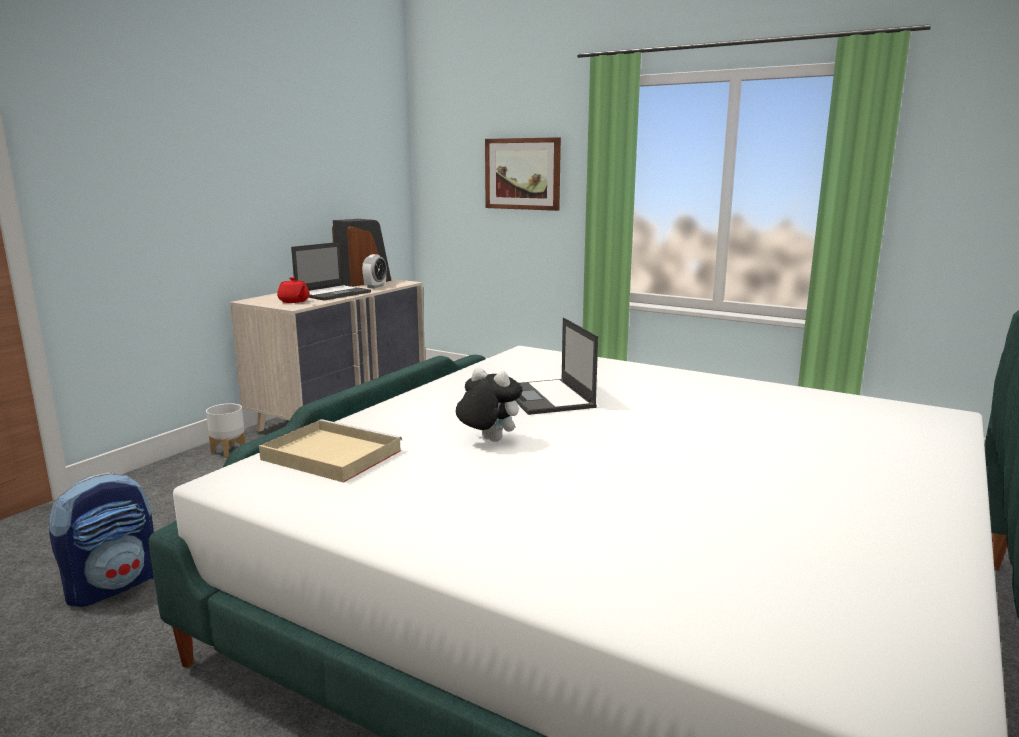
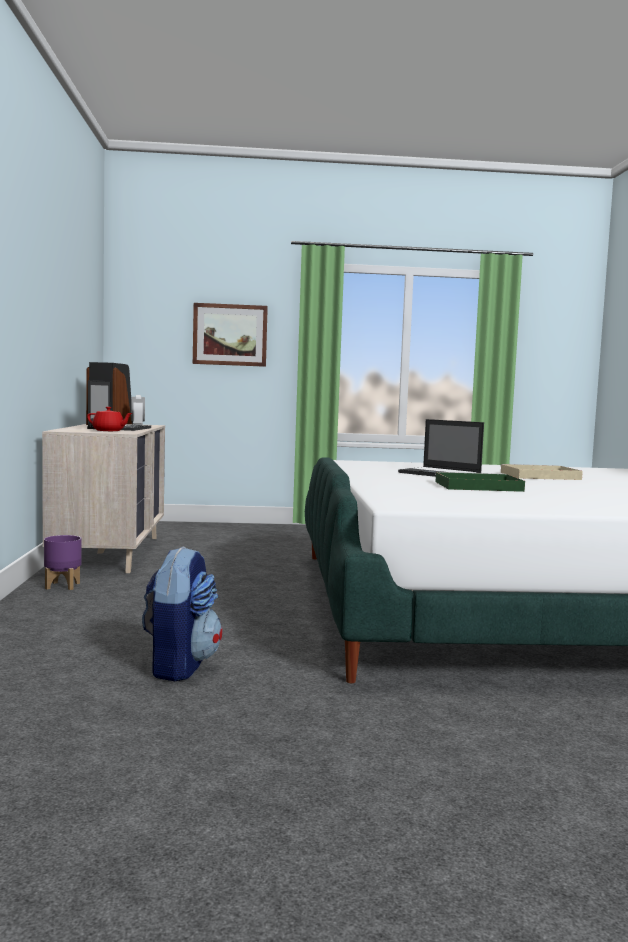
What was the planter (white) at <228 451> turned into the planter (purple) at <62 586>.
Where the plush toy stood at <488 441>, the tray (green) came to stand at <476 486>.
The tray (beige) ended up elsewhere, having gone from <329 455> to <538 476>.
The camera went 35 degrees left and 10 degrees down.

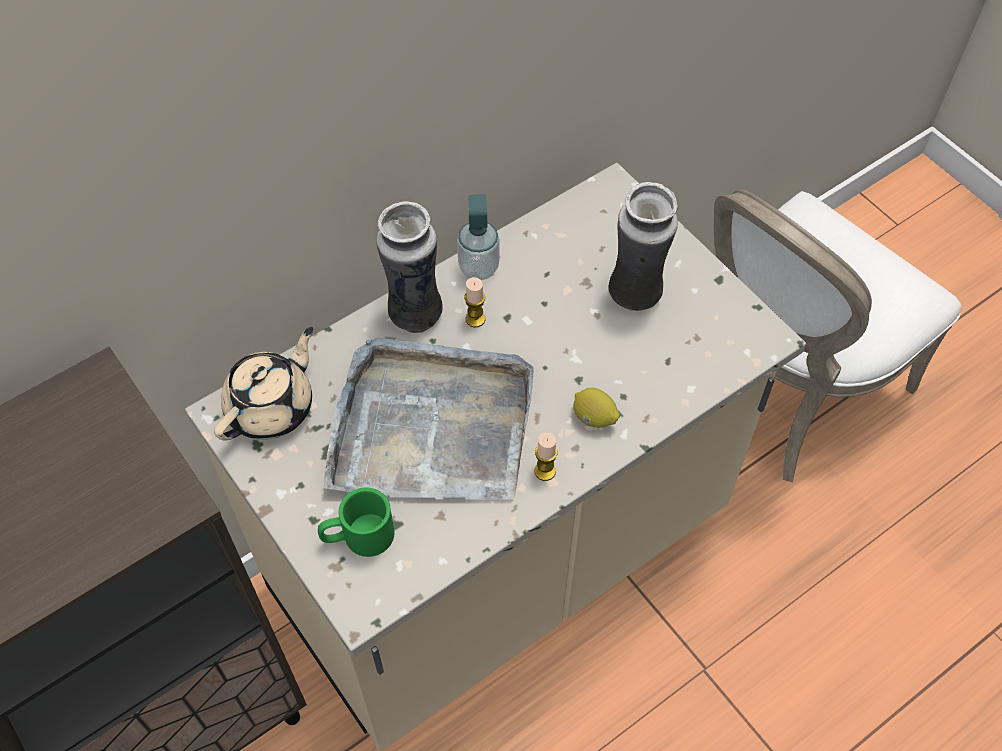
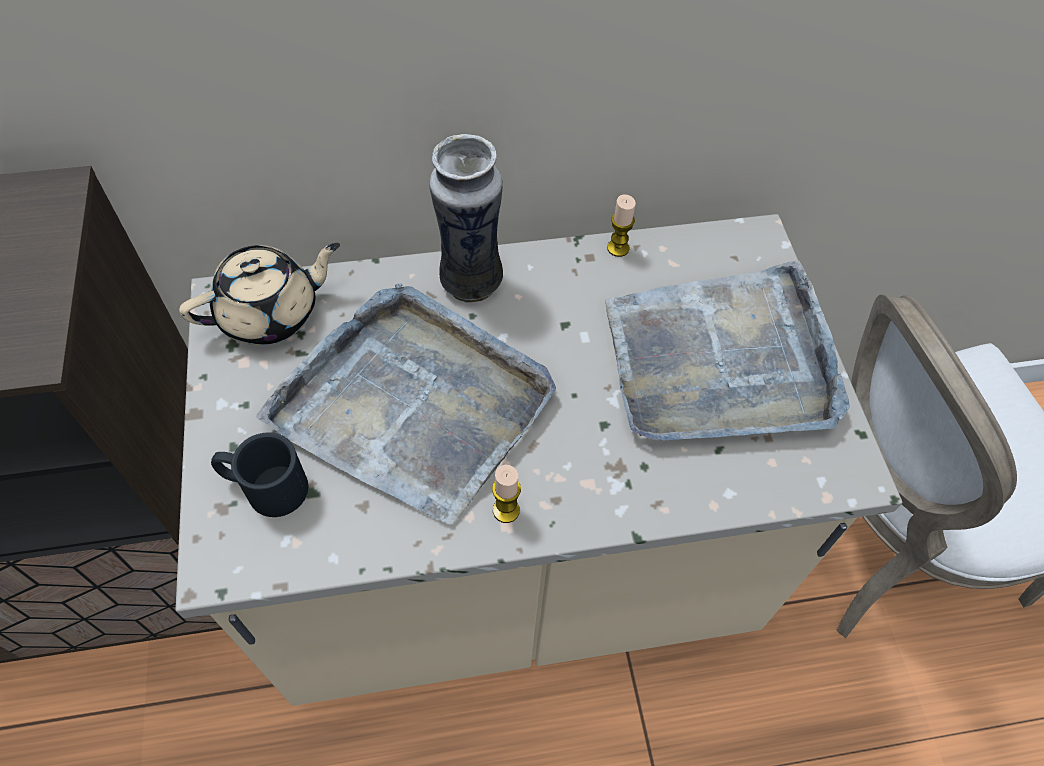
What was the mug (green) at <358 536> turned into the mug (black) at <264 487>.
Where the vase stood at <635 295>, the tray (grey) came to stand at <721 360>.
The candle ended up elsewhere, having gone from <475 319> to <618 248>.
The second view lost the soap dispenser at <478 268>.
The second view lost the lemon at <594 418>.
The camera went 25 degrees right and 0 degrees up.

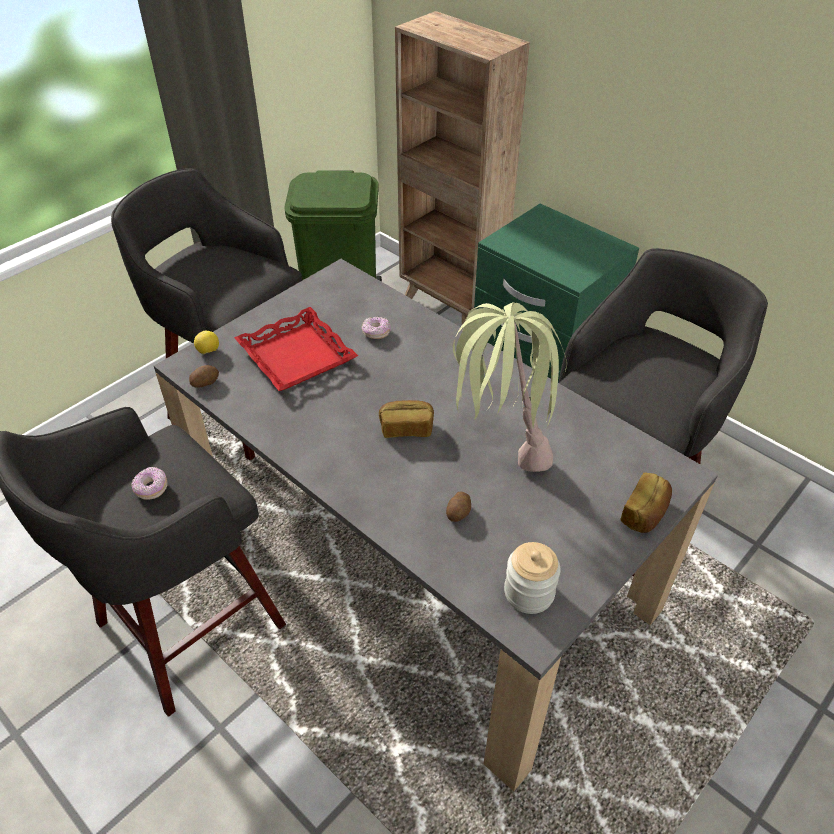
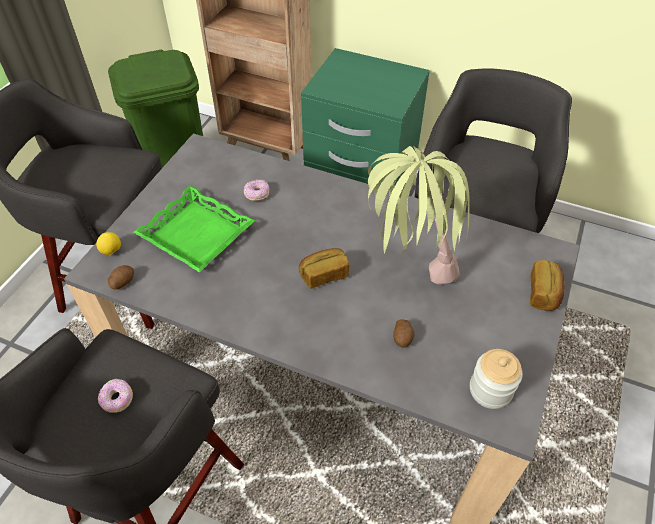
What was the tray (red) at <297 356> turned into the tray (green) at <197 233>.
The camera went 20 degrees left and 5 degrees up.

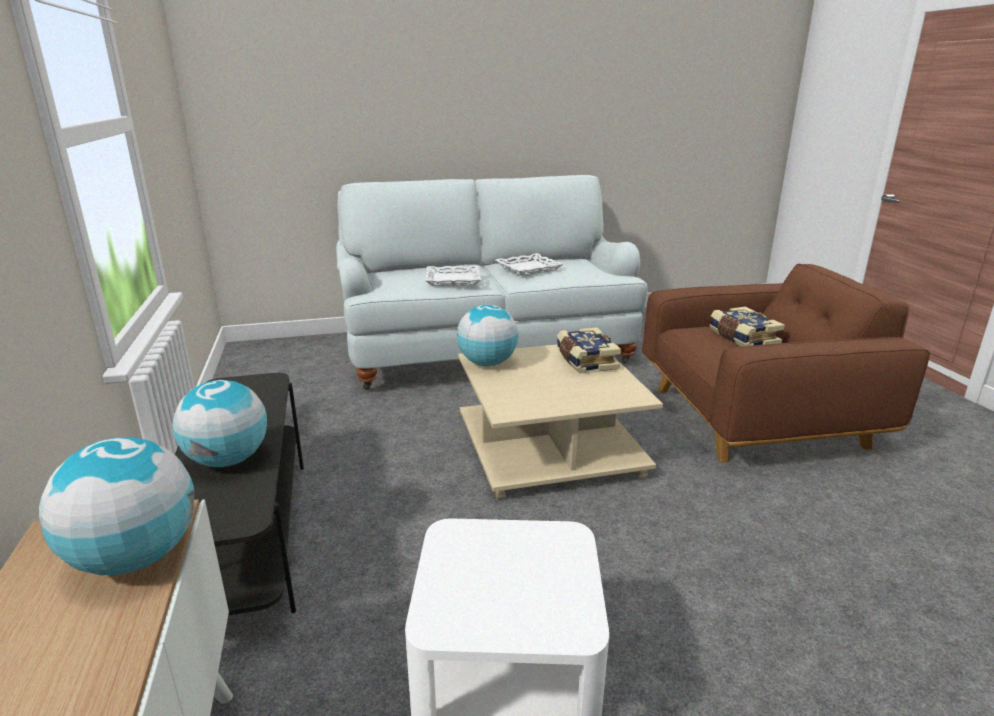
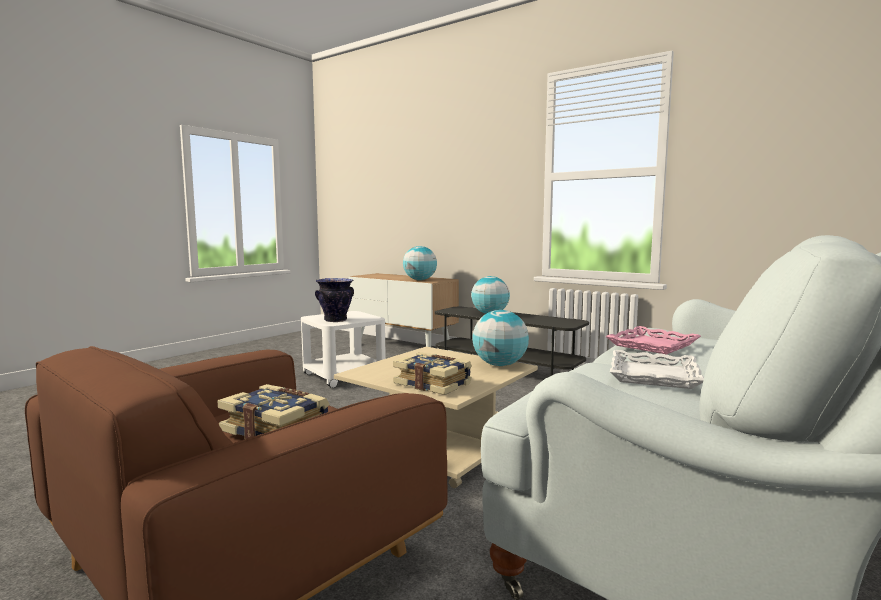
The second view gained the vase at <336 320>.
What was the tray (white) at <453 280> turned into the tray (pink) at <652 345>.
The camera went 140 degrees right and 15 degrees down.

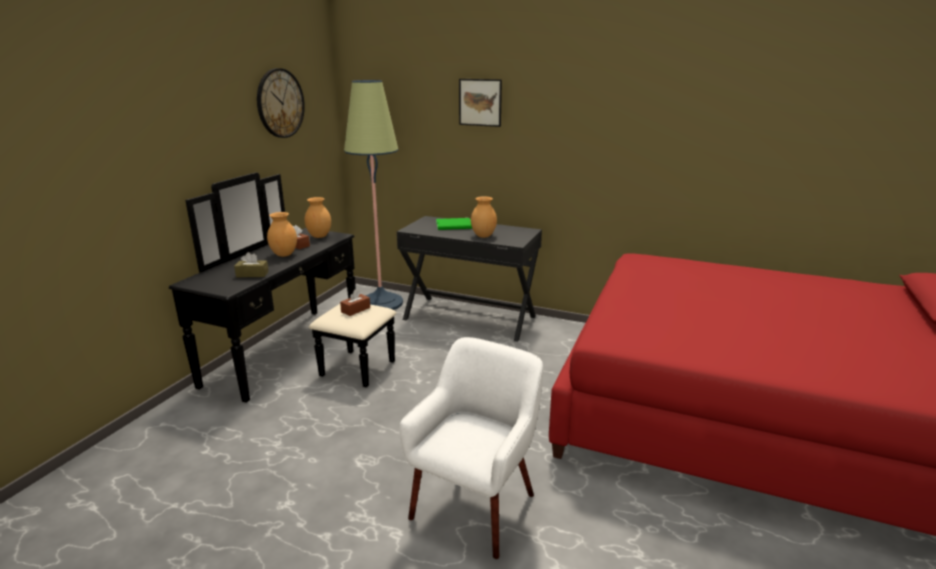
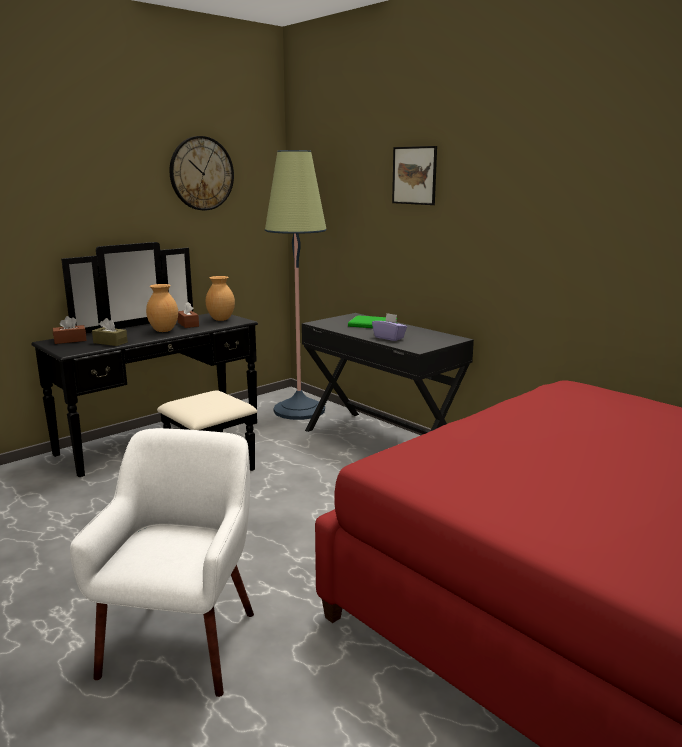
The tissue box (brown) ended up elsewhere, having gone from <355 310> to <70 340>.
The armchair (white) at <475 505> ended up facing another way, 45 degrees counterclockwise from before.
Where the vase (brown) stood at <483 236>, the tissue box (purple) came to stand at <389 338>.
The camera went 25 degrees right and 5 degrees down.

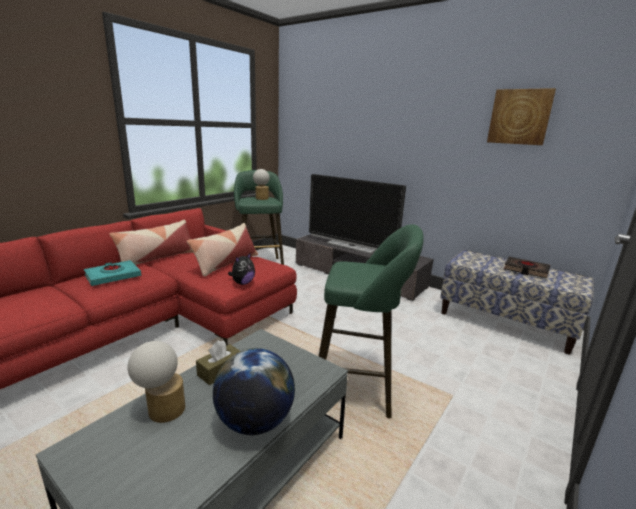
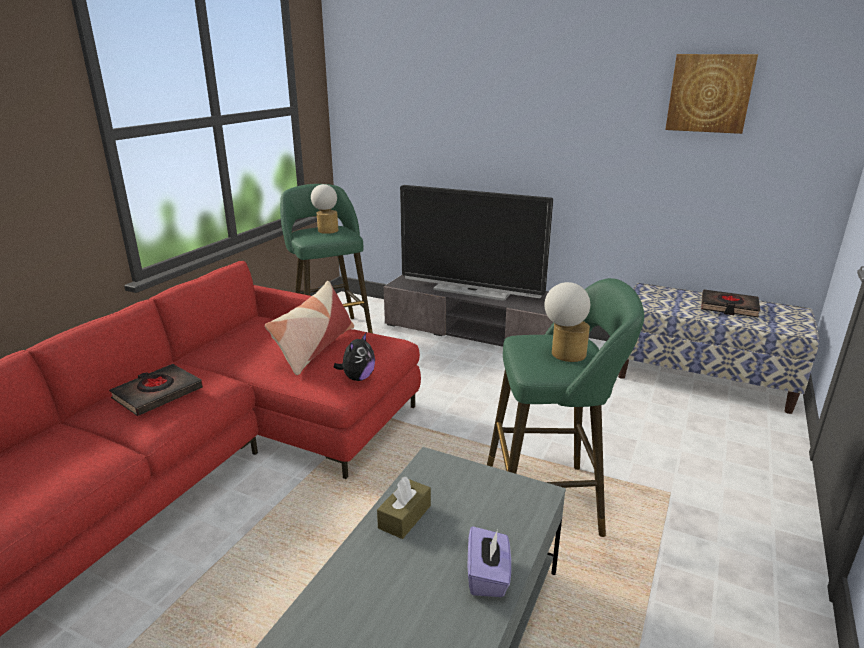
What was the book (turquoise) at <113 276> turned into the book (black) at <157 394>.
Where the globe stood at <255 422>, the tissue box (purple) came to stand at <488 576>.
The table lamp ended up elsewhere, having gone from <161 409> to <563 354>.
The second view lost the pillow at <157 258>.
The camera went 10 degrees left and 5 degrees up.

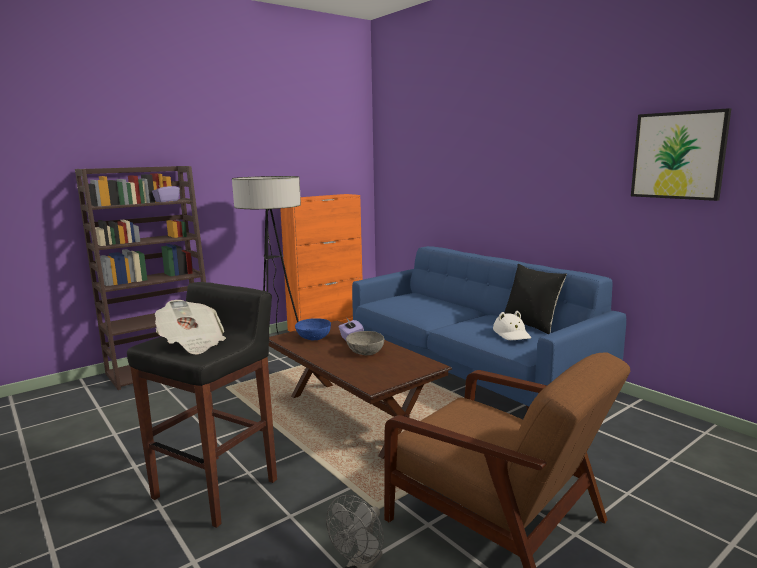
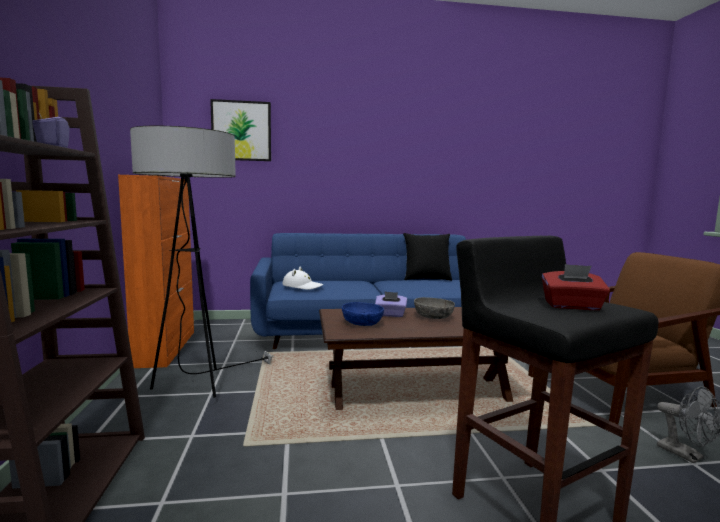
The picture ended up elsewhere, having gone from <678 155> to <241 131>.
The hat (white) ended up elsewhere, having gone from <512 334> to <302 286>.
Where the newspaper stood at <192 343>, the tissue box (red) came to stand at <572 306>.
The camera went 60 degrees left and 5 degrees down.

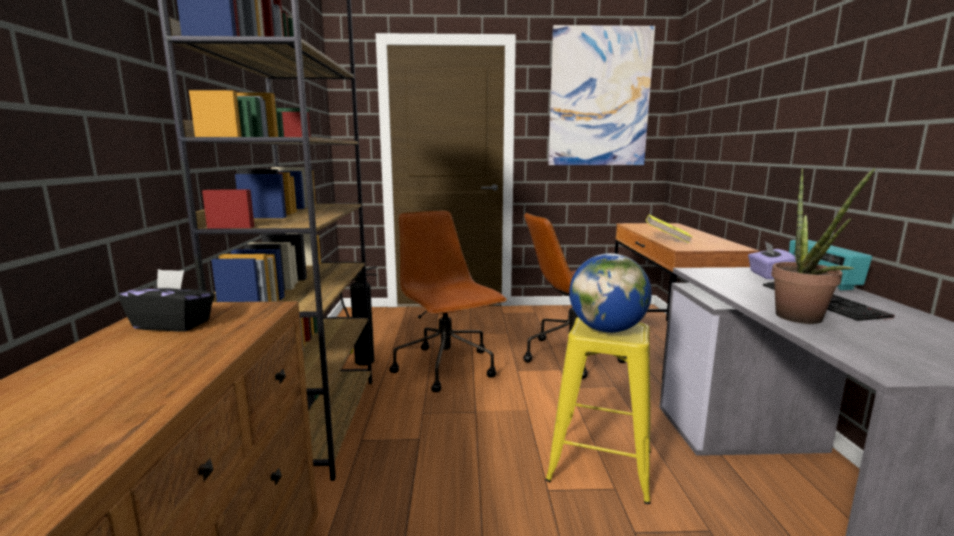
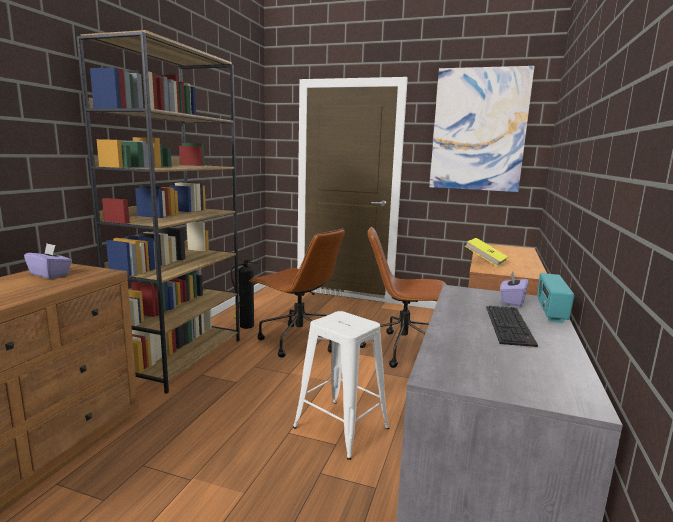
What was the tissue box (black) at <173 325> turned into the tissue box (purple) at <50 274>.
The office chair (brown) at <447 368> ended up facing another way, 135 degrees clockwise from before.
What was the stool (yellow) at <600 465> turned into the stool (white) at <341 428>.
The second view lost the globe at <607 329>.
The second view lost the potted plant at <803 320>.
The camera went 20 degrees right and 0 degrees up.

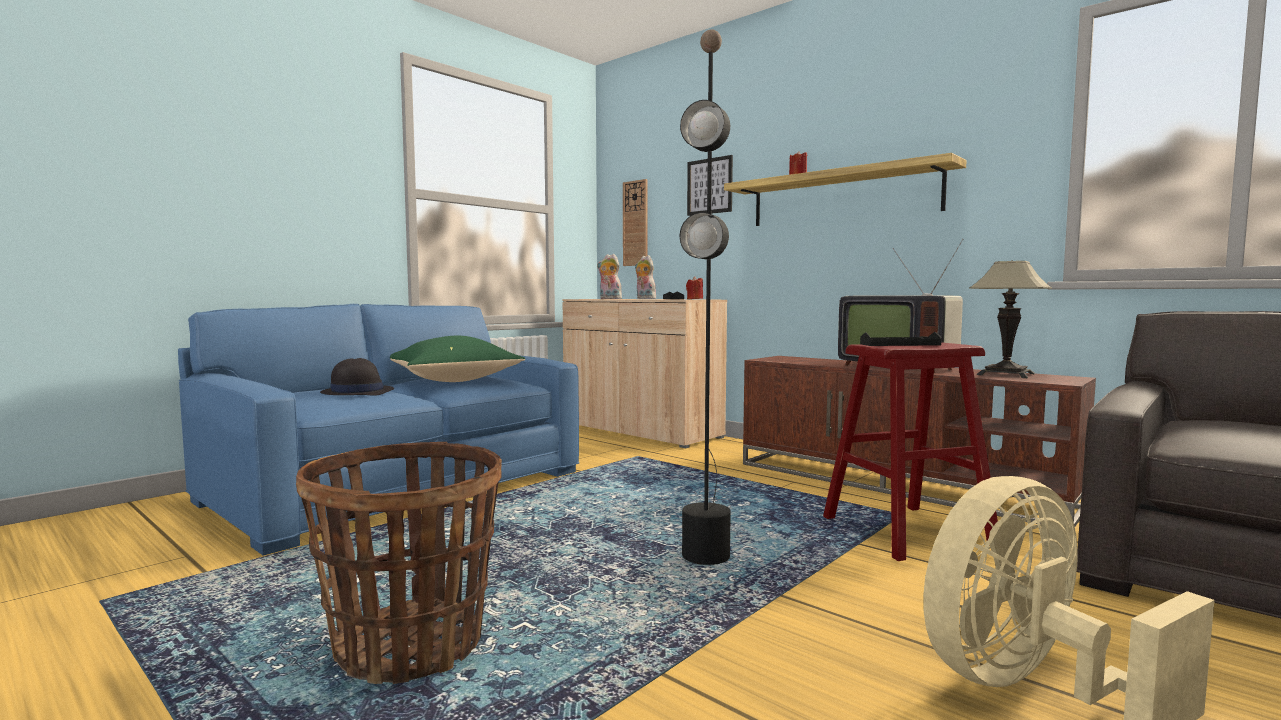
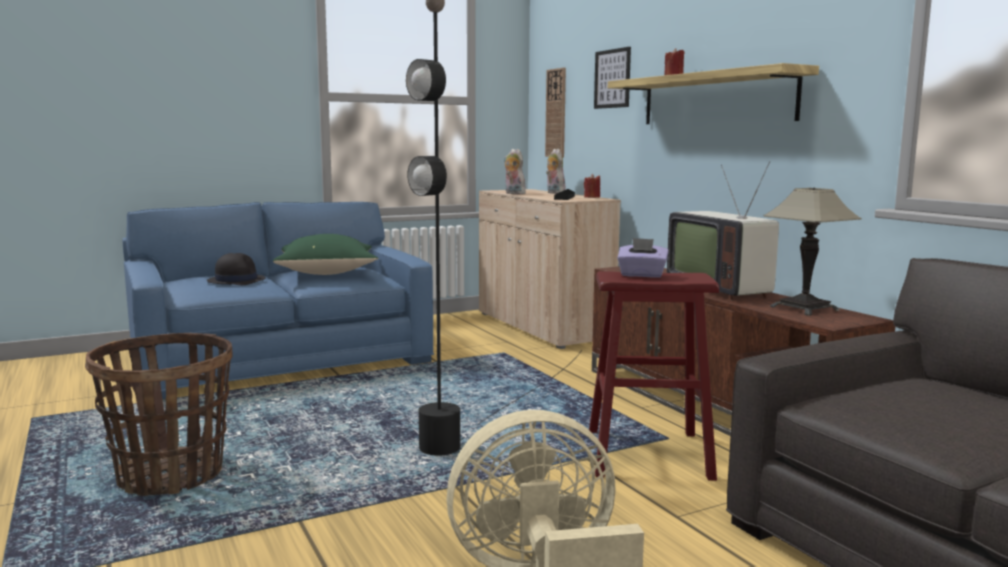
Where the tray (black) stood at <900 344>, the tissue box (purple) came to stand at <642 275>.
The camera went 20 degrees right and 5 degrees up.

